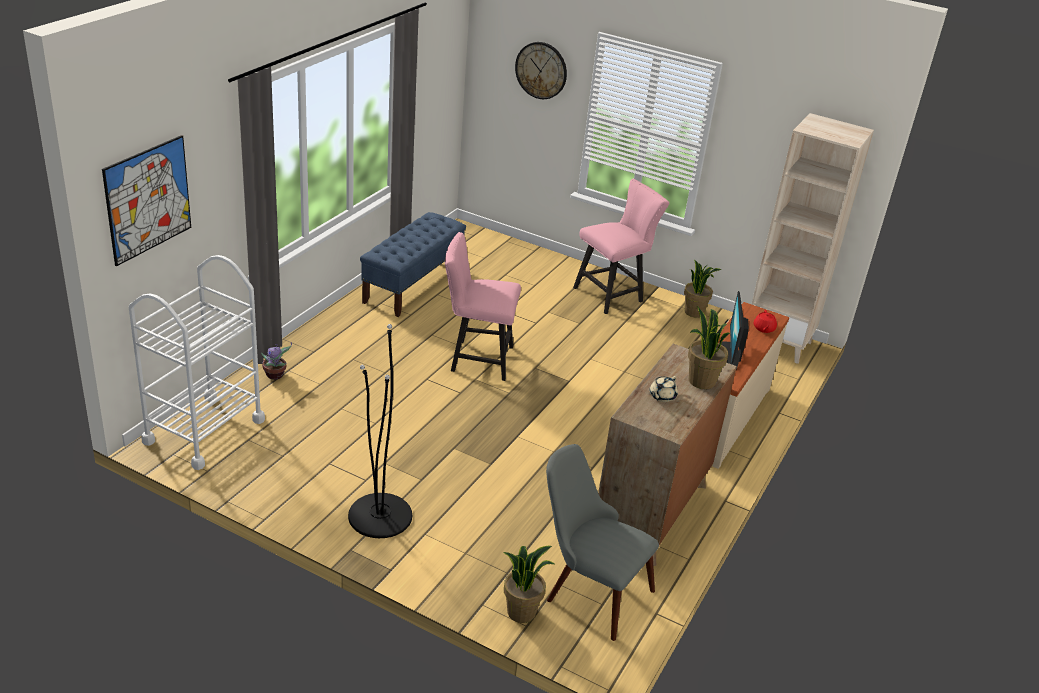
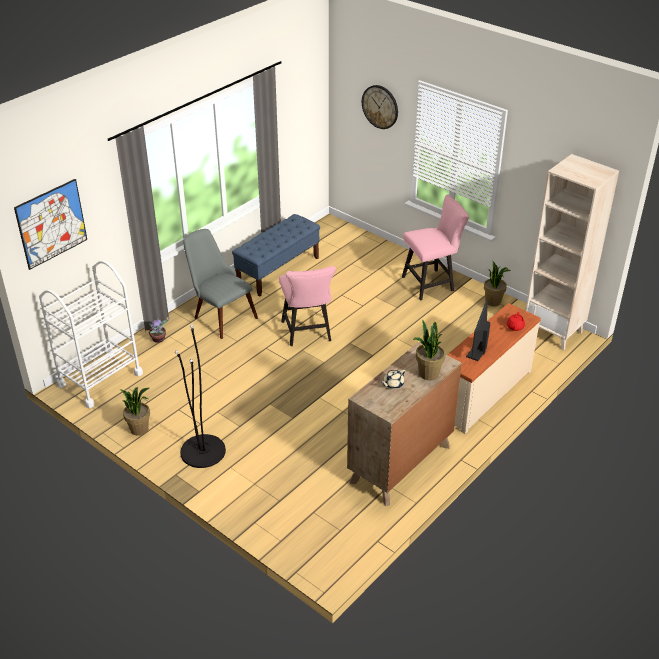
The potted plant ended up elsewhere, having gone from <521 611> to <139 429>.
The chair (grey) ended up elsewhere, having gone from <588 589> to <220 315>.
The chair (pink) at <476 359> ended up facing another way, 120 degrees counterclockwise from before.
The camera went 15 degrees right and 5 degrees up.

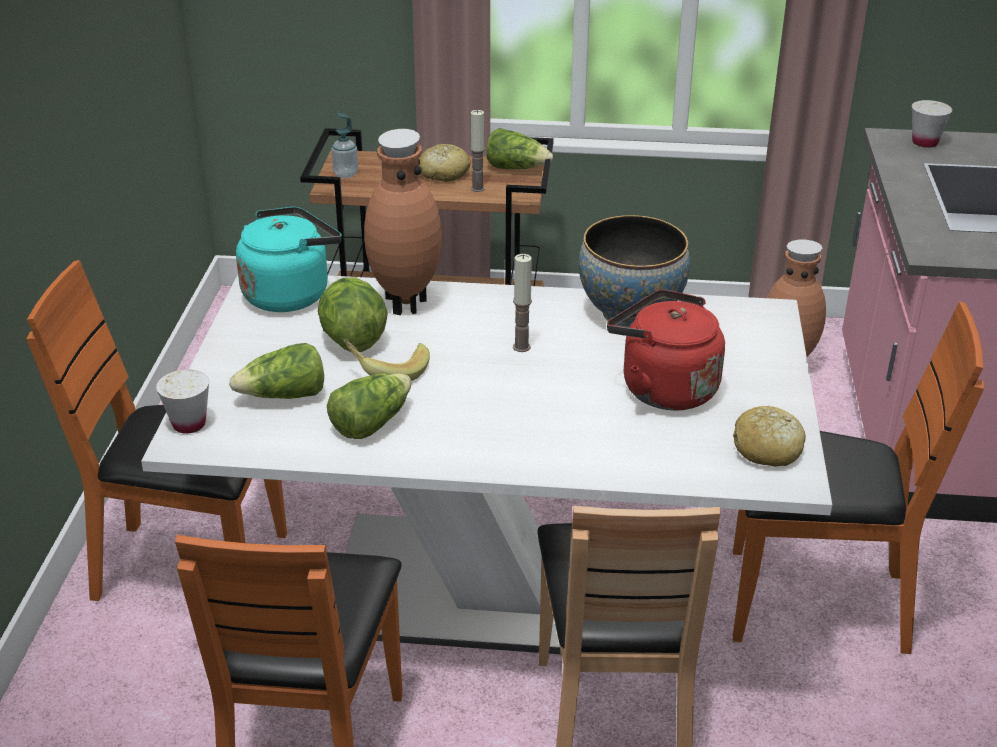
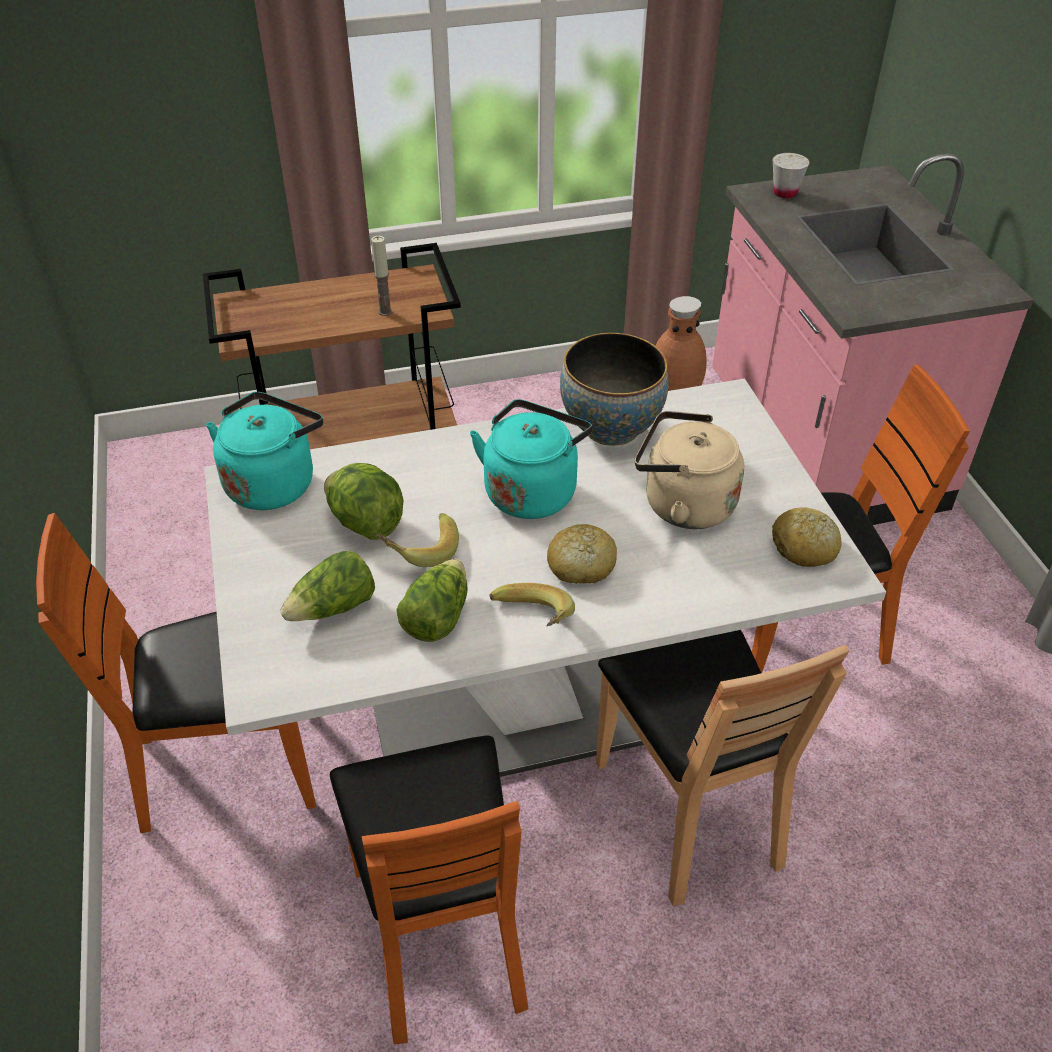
Where the candle stood at <521 347>, the kettle (turquoise) came to stand at <532 490>.
The second view gained the banana at <531 622>.
The bread ended up elsewhere, having gone from <443 173> to <581 565>.
What was the kettle (red) at <663 388> turned into the kettle (beige) at <682 504>.
The second view lost the cup (white) at <189 424>.
The second view lost the soap dispenser at <345 174>.
The second view lost the vase (brown) at <404 303>.
The second view lost the lettuce at <516 168>.
The camera went 20 degrees left and 10 degrees up.

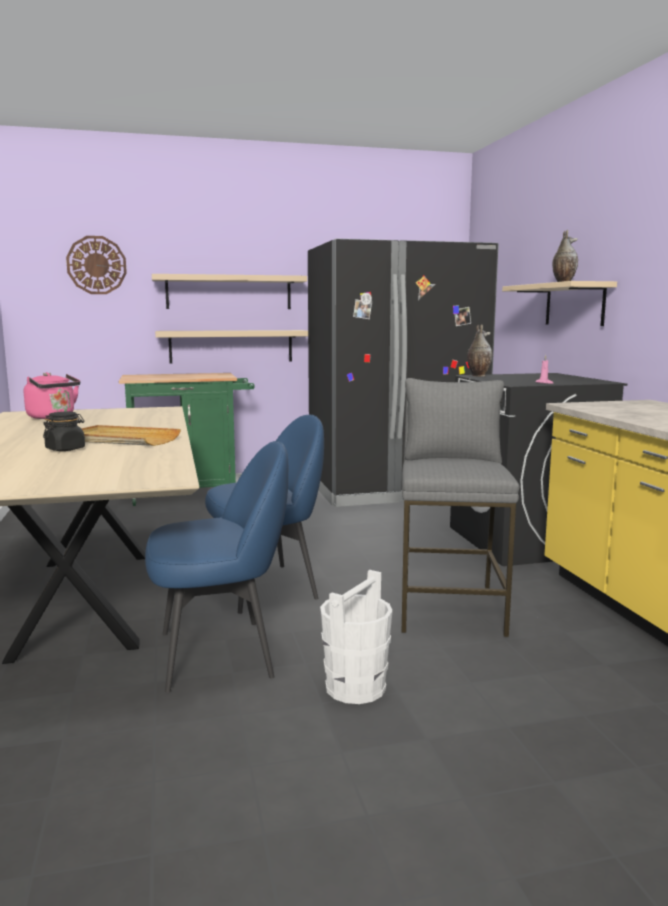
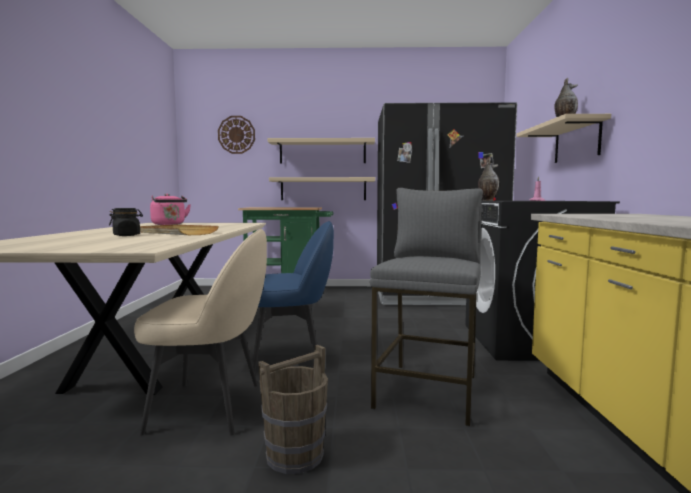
What was the chair (blue) at <220 653> turned into the chair (beige) at <209 407>.
What was the bucket (white) at <355 687> turned into the bucket (brown) at <294 456>.
The camera went 15 degrees right and 5 degrees down.

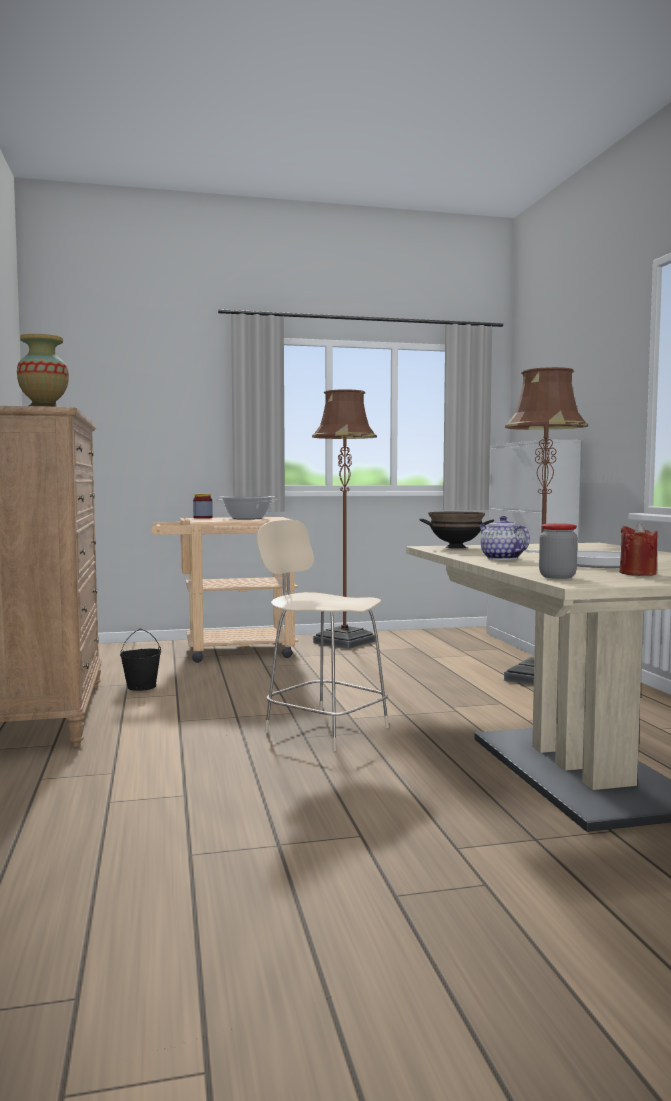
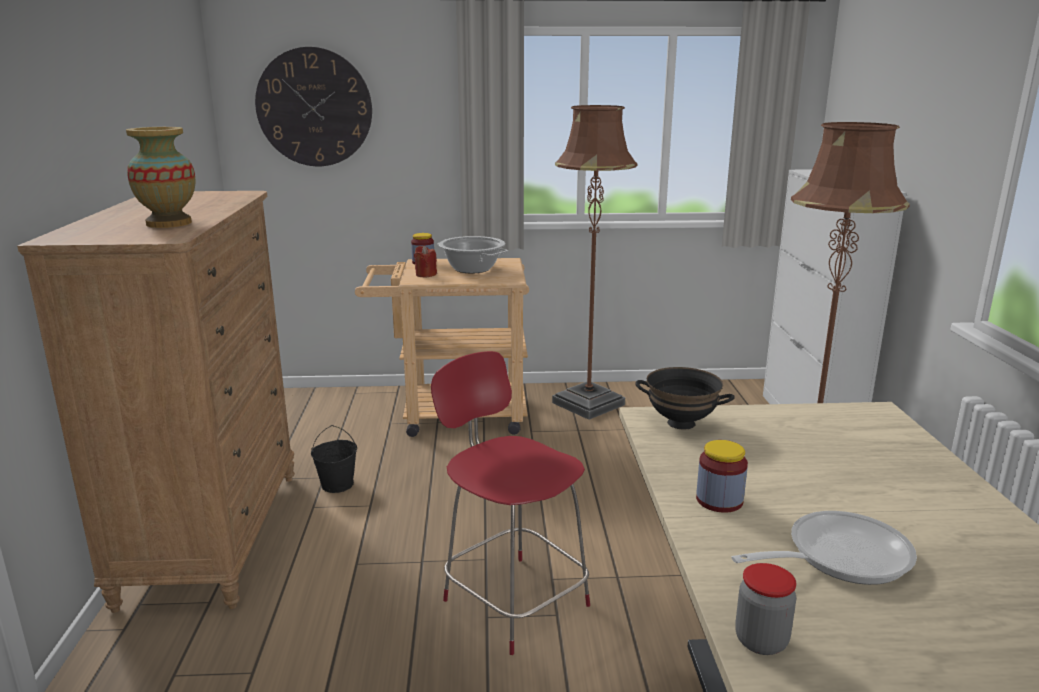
The second view gained the wall clock at <314 107>.
The candle (red) ended up elsewhere, having gone from <637 573> to <426 274>.
What was the chair (beige) at <323 728> turned into the chair (red) at <512 600>.
Where the teapot stood at <501 558>, the jar came to stand at <719 500>.
The camera went 10 degrees right and 15 degrees up.

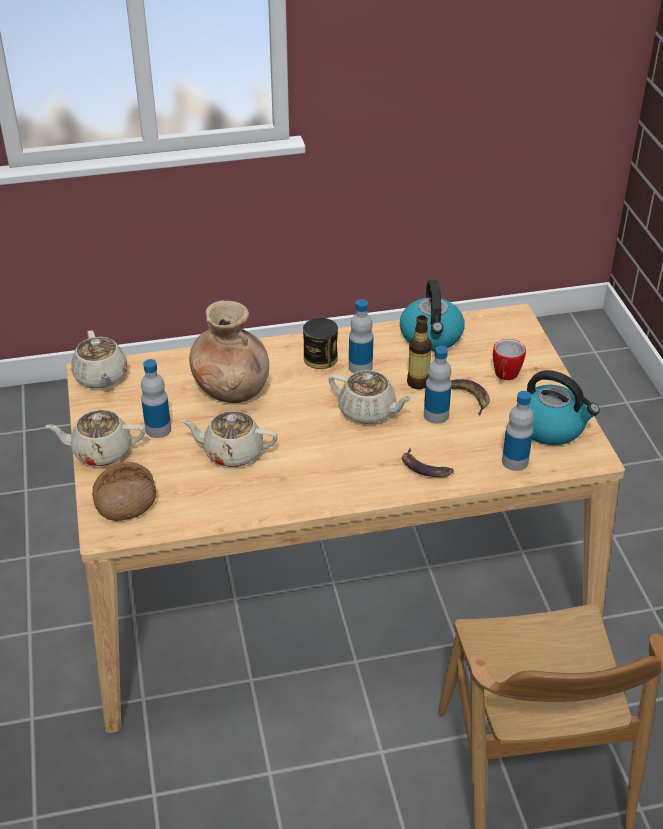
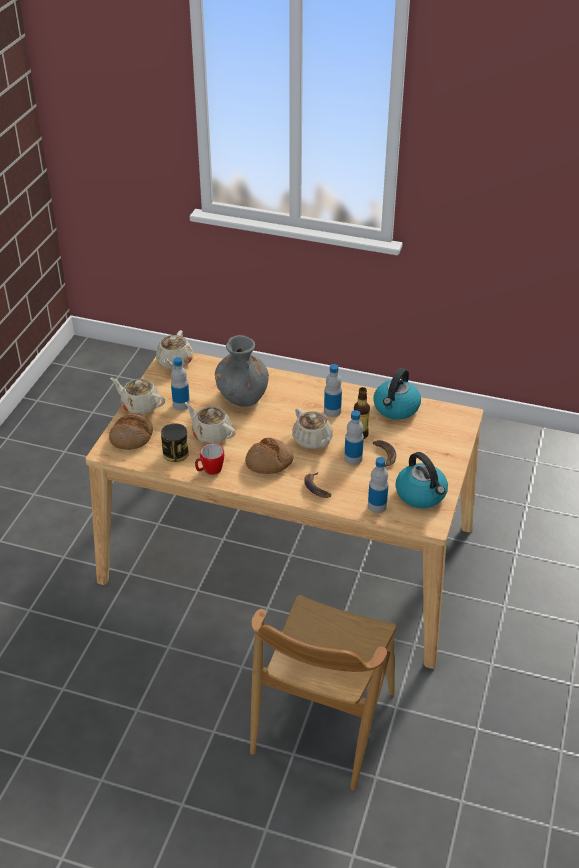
The can ended up elsewhere, having gone from <320 358> to <175 453>.
The mug ended up elsewhere, having gone from <505 376> to <209 470>.
What was the vase (brown) at <232 389> turned into the vase (grey) at <242 396>.
The second view gained the bread at <269 462>.
The camera went 30 degrees right and 0 degrees up.

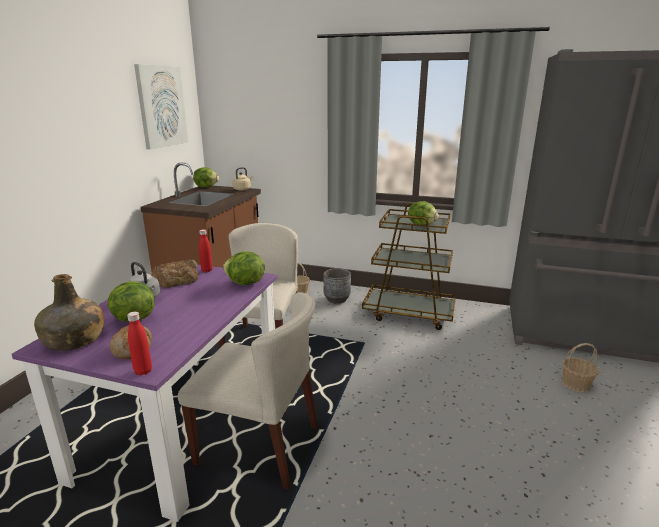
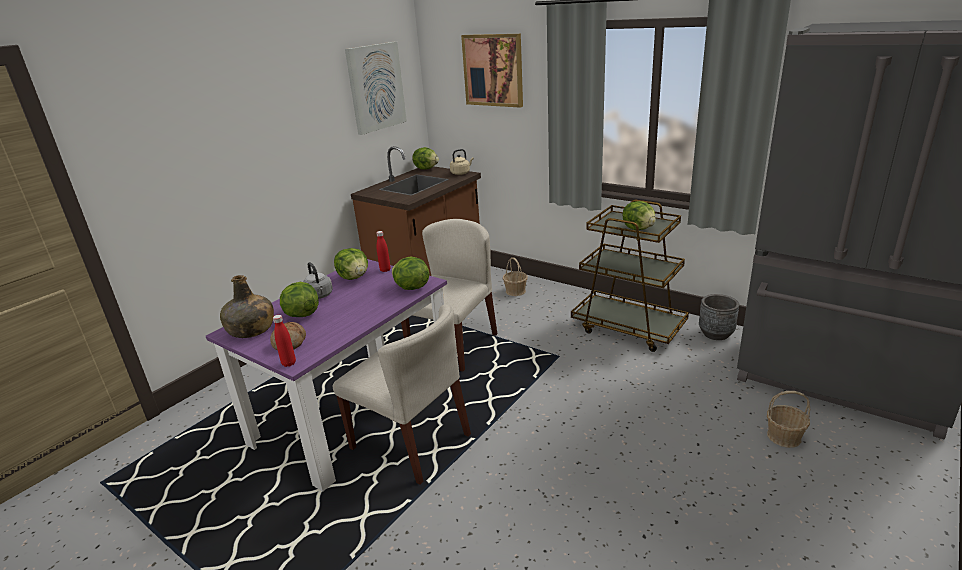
Where the bread stood at <176 279>, the lettuce came to stand at <354 277>.
The second view gained the picture at <493 70>.
The planter (grey) ended up elsewhere, having gone from <337 299> to <715 334>.
The camera went 20 degrees right and 5 degrees up.

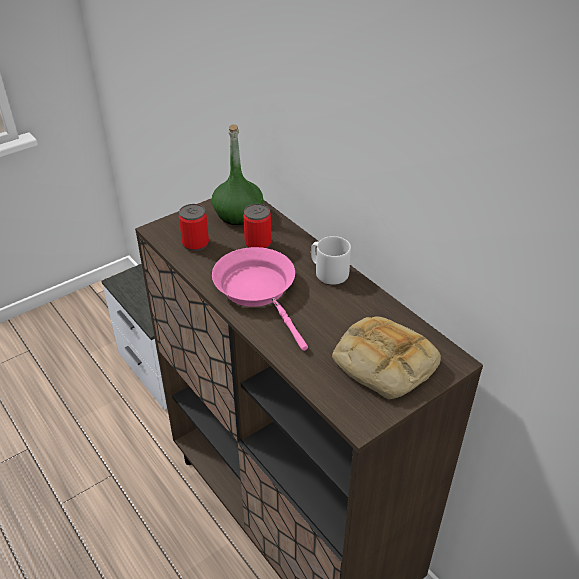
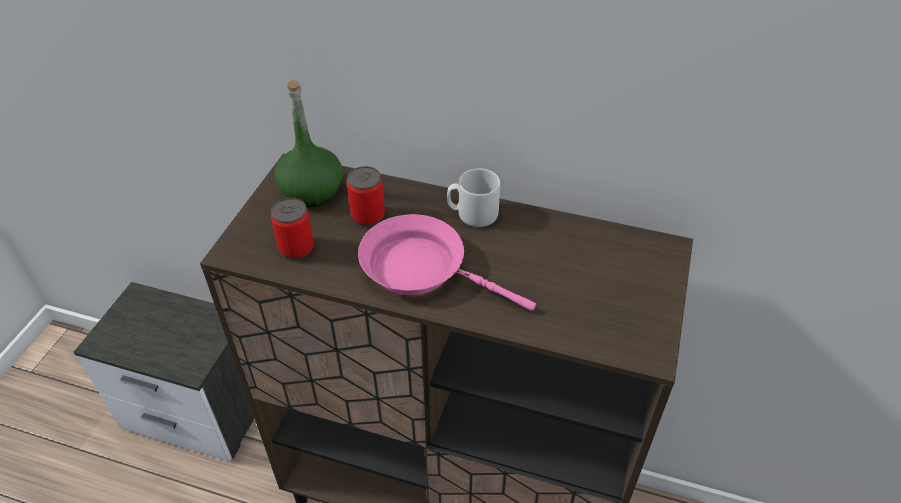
The second view lost the bread at <382 363>.
The camera went 35 degrees left and 5 degrees up.

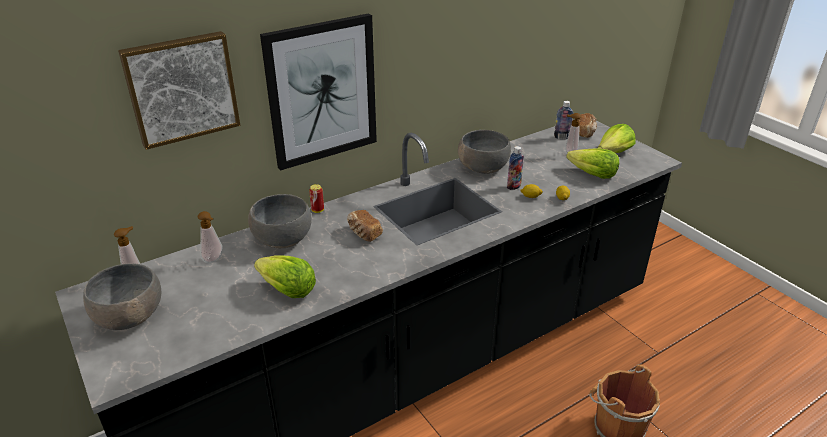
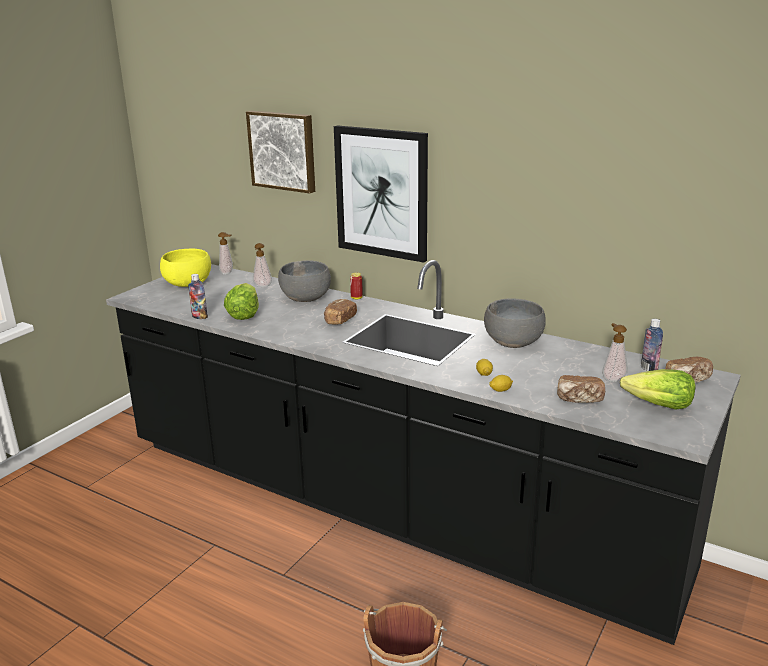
What was the bowl (grey) at <129 316> turned into the bowl (yellow) at <187 283>.
The bottle ended up elsewhere, having gone from <513 186> to <199 317>.
Where the lettuce stood at <592 174>, the bread came to stand at <579 399>.
The camera went 65 degrees right and 10 degrees down.

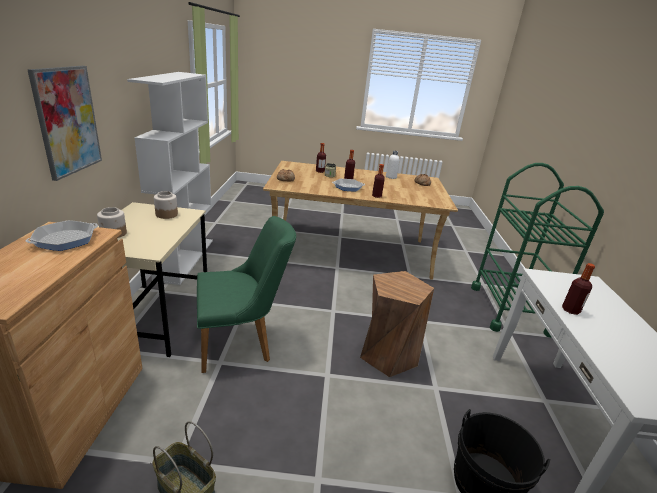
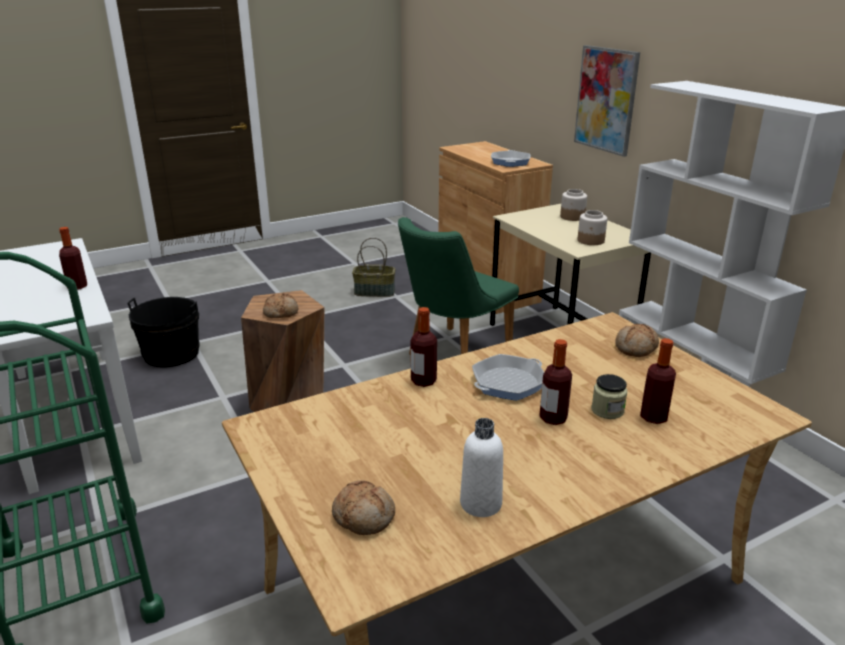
The second view gained the bread at <281 312>.
The camera went 150 degrees right and 0 degrees up.

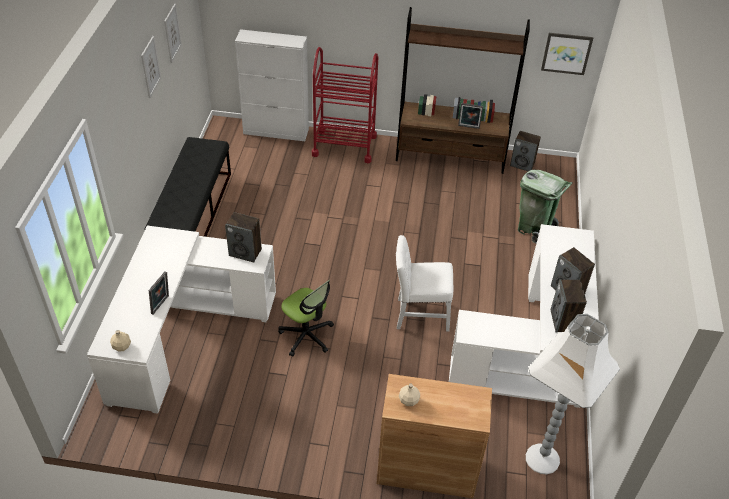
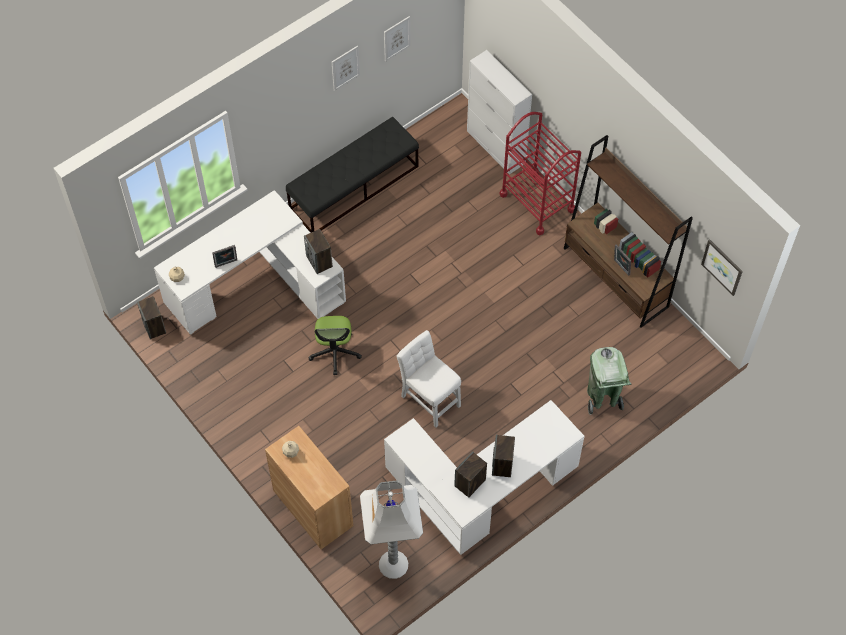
The speaker ended up elsewhere, having gone from <522 164> to <154 327>.
The camera went 45 degrees right and 15 degrees up.

